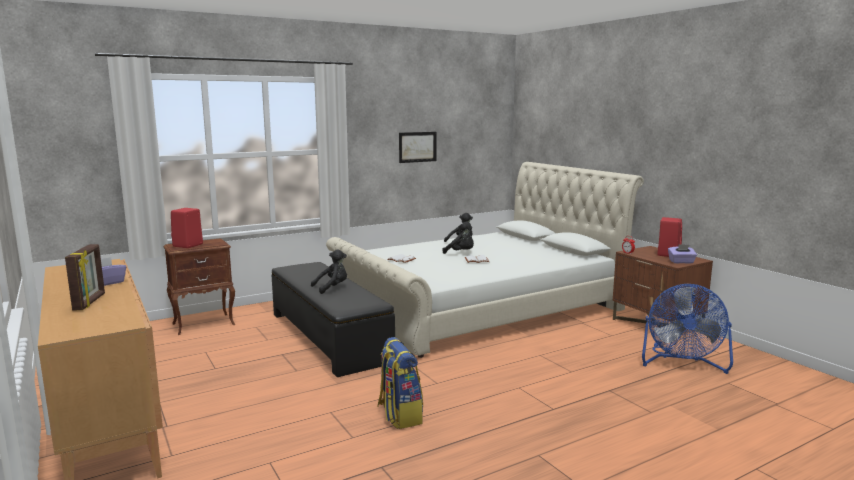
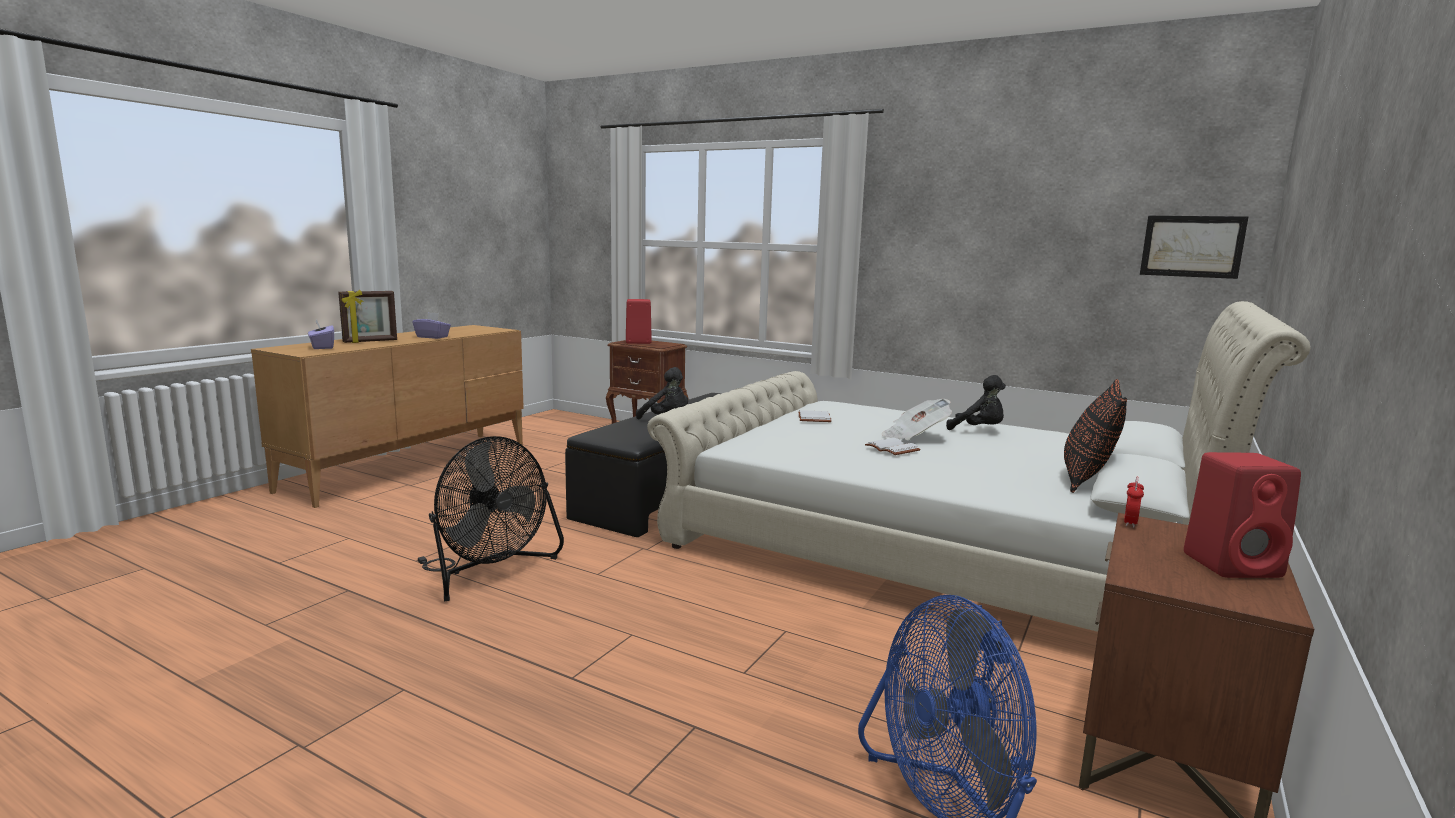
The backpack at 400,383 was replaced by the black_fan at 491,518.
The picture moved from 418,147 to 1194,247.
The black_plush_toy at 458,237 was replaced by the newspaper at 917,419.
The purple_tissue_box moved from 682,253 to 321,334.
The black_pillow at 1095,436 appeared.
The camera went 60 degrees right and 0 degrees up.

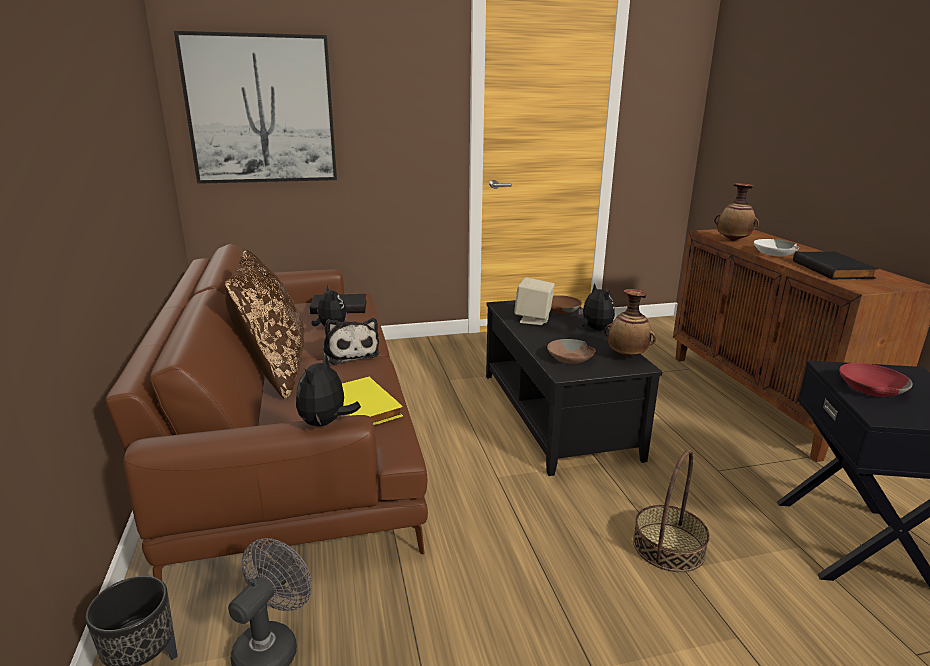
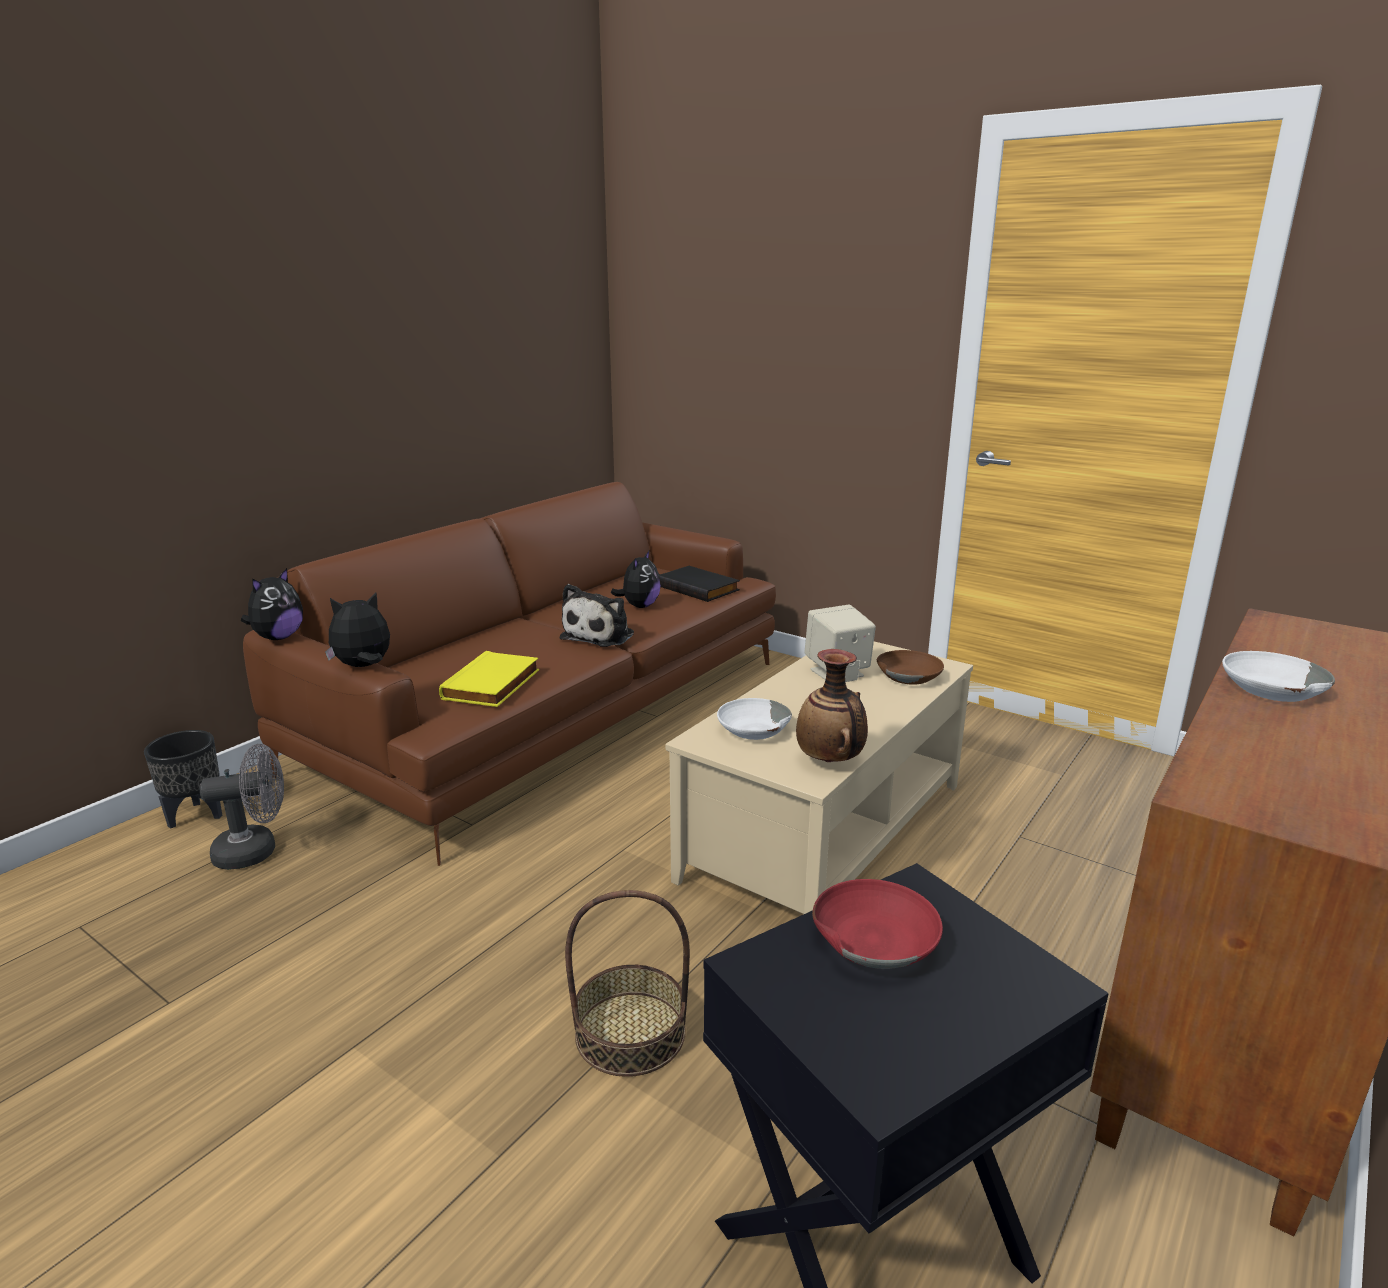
The picture at 255,107 disappeared.
The brown_pillow at 265,324 disappeared.
The black_coffee_table at 574,388 became the beige_coffee_table at 819,777.
The brown_bowl at 571,351 became the white_bowl at 754,719.
The plush_toy moved from 596,306 to 272,604.
The vase at 736,212 disappeared.
The black_book at 835,265 disappeared.
The camera went 50 degrees right and 0 degrees up.

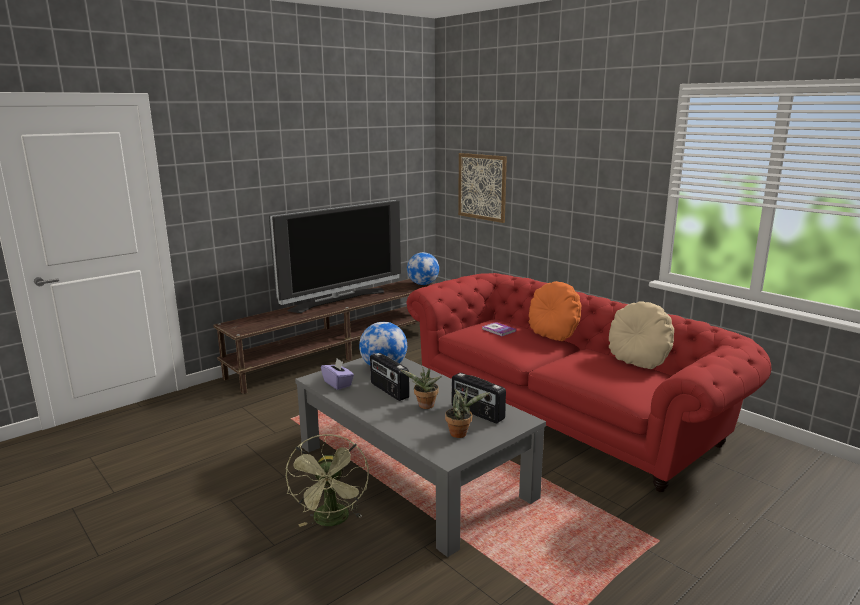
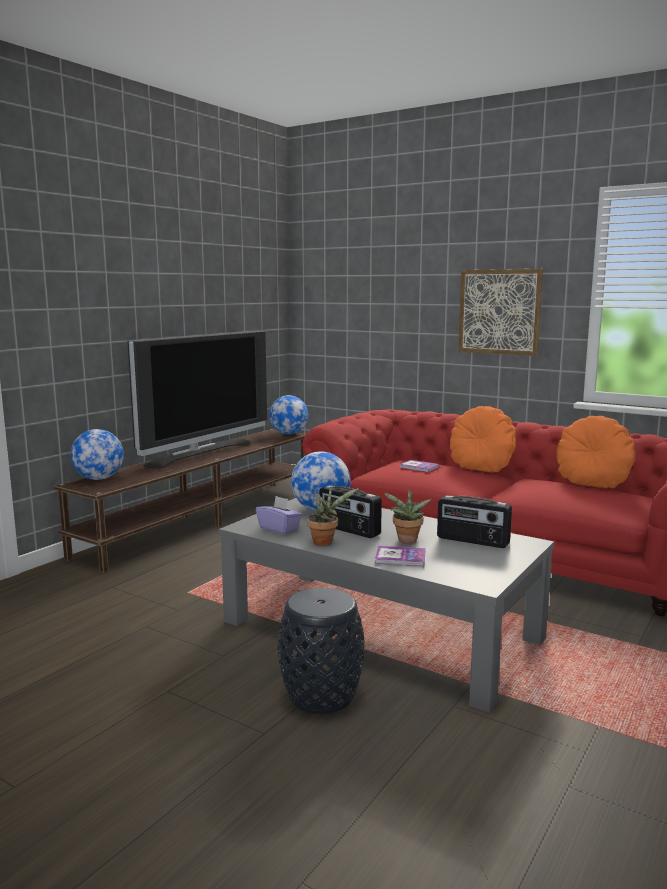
The green_fan at 327,480 was replaced by the black_stool at 321,651.
The potted_plant moved from 467,412 to 333,516.
The picture moved from 482,188 to 500,312.
The beige_pillow at 641,335 became the orange_pillow at 595,452.
The globe at 97,454 appeared.
The book at 400,556 appeared.
The camera went 15 degrees left and 5 degrees down.

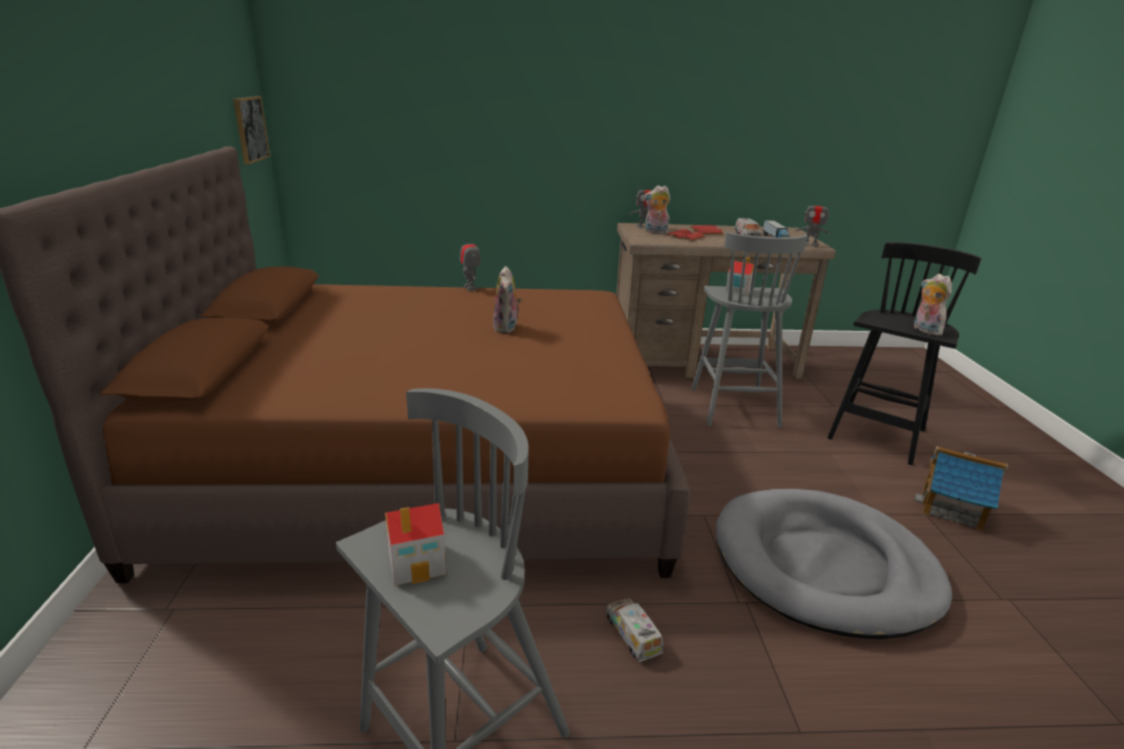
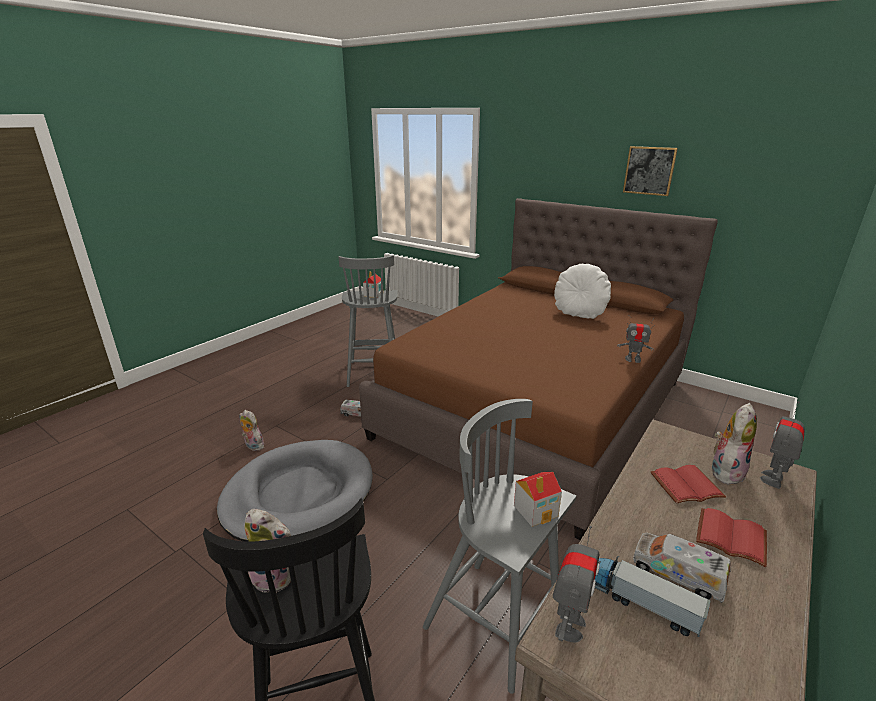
The picture moved from 251,130 to 650,171.
The plush_toy moved from 507,299 to 251,430.
The toy_robot at 814,221 turned 150 degrees clockwise.
The toy_house at 961,488 disappeared.
The white_pillow at 582,291 appeared.
The camera went 130 degrees right and 0 degrees up.

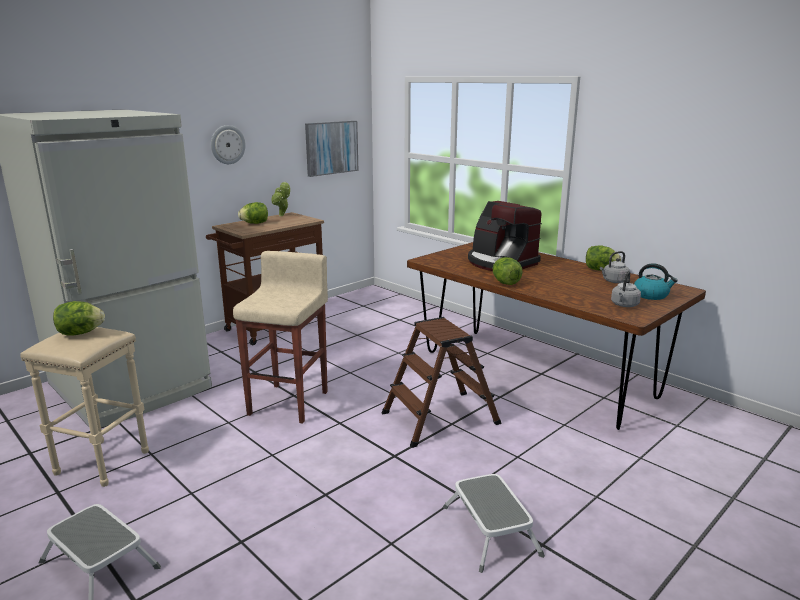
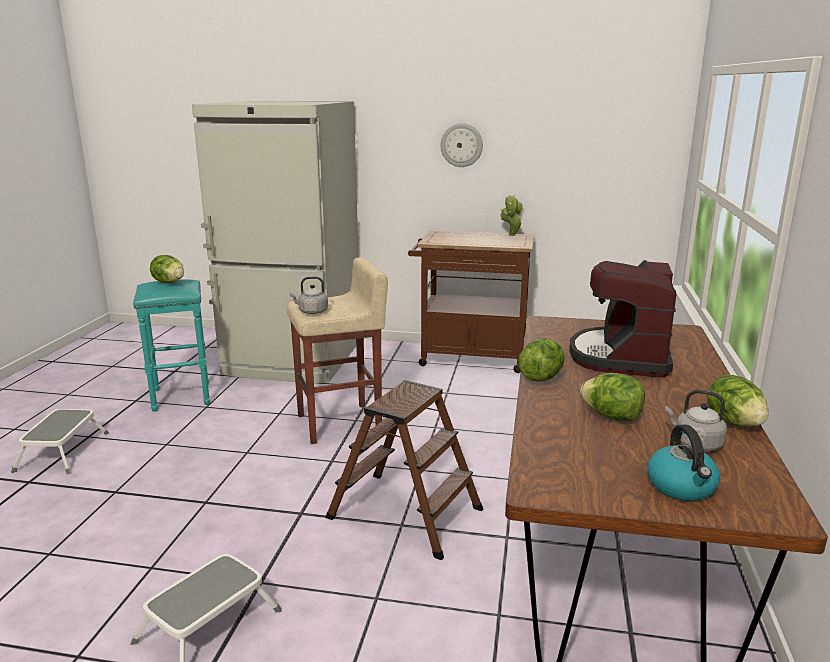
The beige_stool at 84,407 became the turquoise_stool at 171,345.
The lettuce moved from 253,213 to 612,397.
The picture at 331,149 disappeared.
The grey_kettle moved from 626,289 to 309,295.
The camera went 55 degrees right and 0 degrees up.

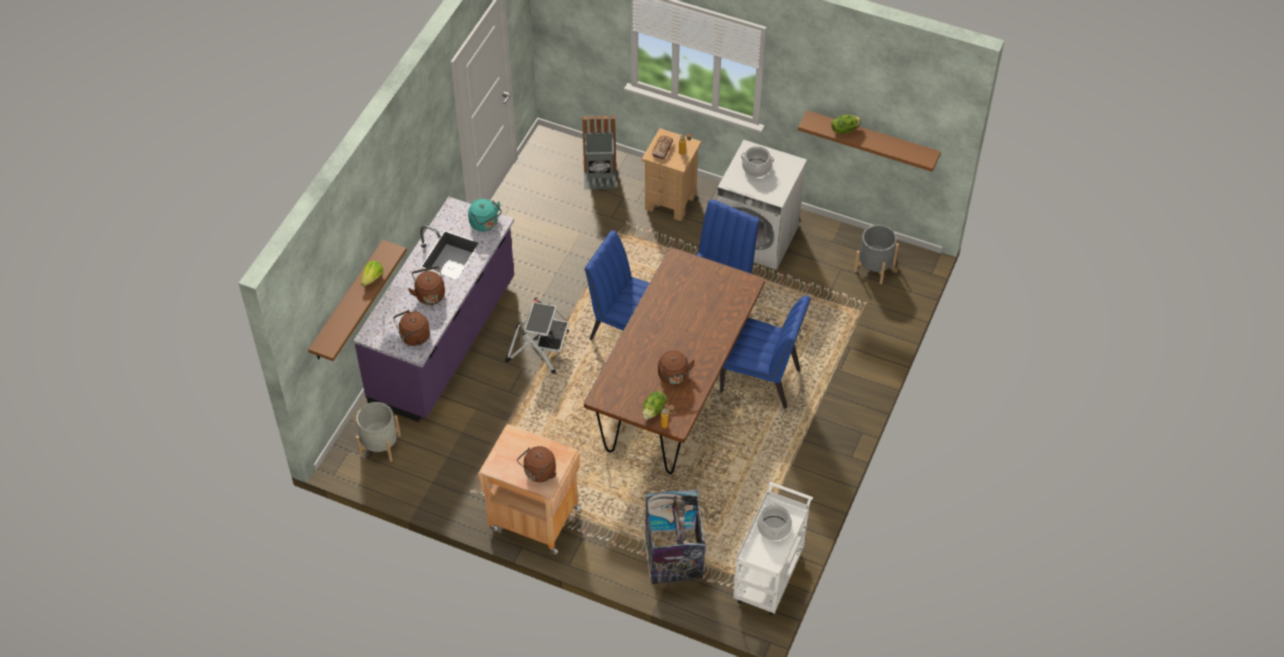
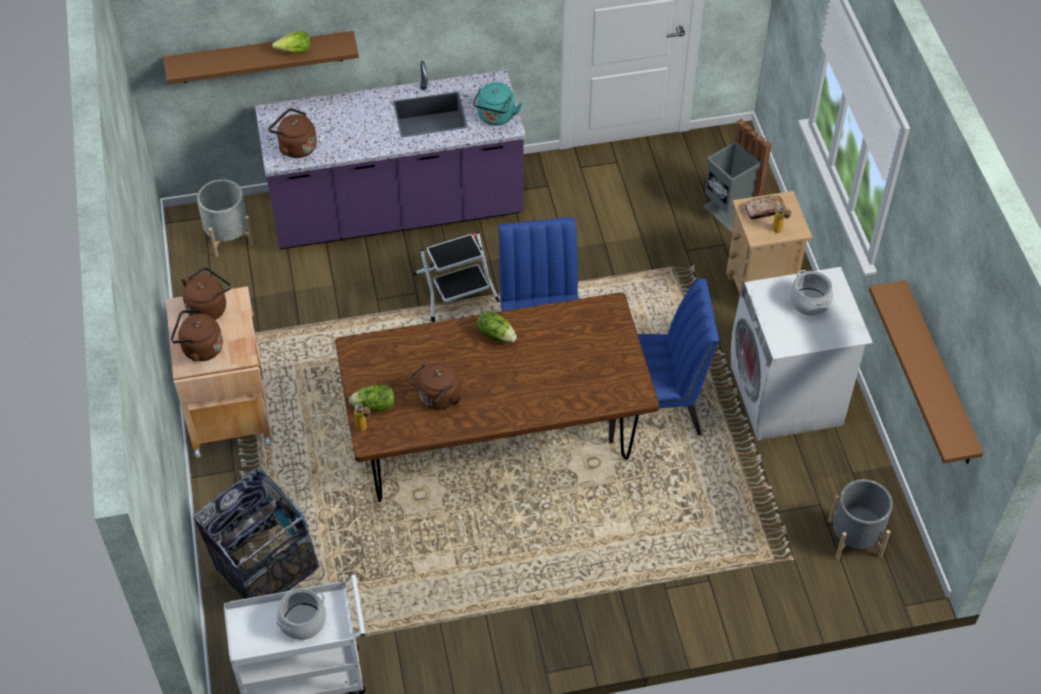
The brown_kettle moved from 426,285 to 206,294.
The blue_chair at 765,352 disappeared.
The lettuce moved from 847,124 to 497,327.
The camera went 55 degrees right and 0 degrees up.

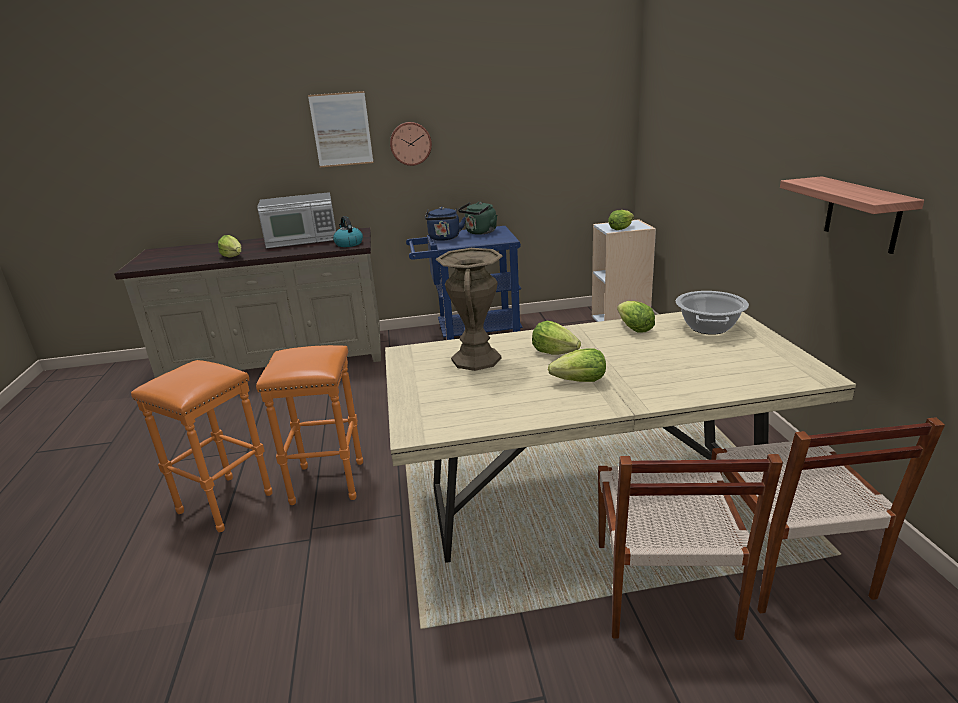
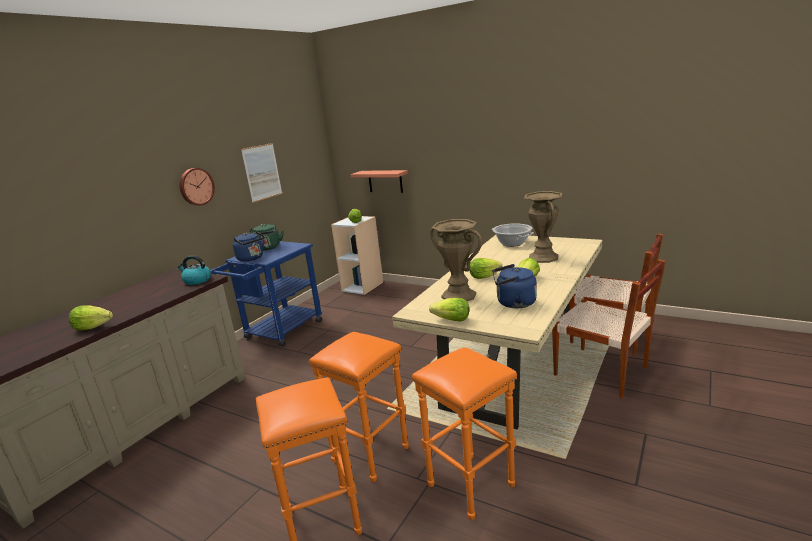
The microwave at 296,220 disappeared.
The picture moved from 341,129 to 261,173.
The lettuce moved from 636,317 to 449,310.
The shelf moved from 852,215 to 379,181.
The orange_stool at 464,433 appeared.
The blue_kettle at 514,286 appeared.
The brown_vase at 543,227 appeared.
The camera went 50 degrees left and 5 degrees down.

